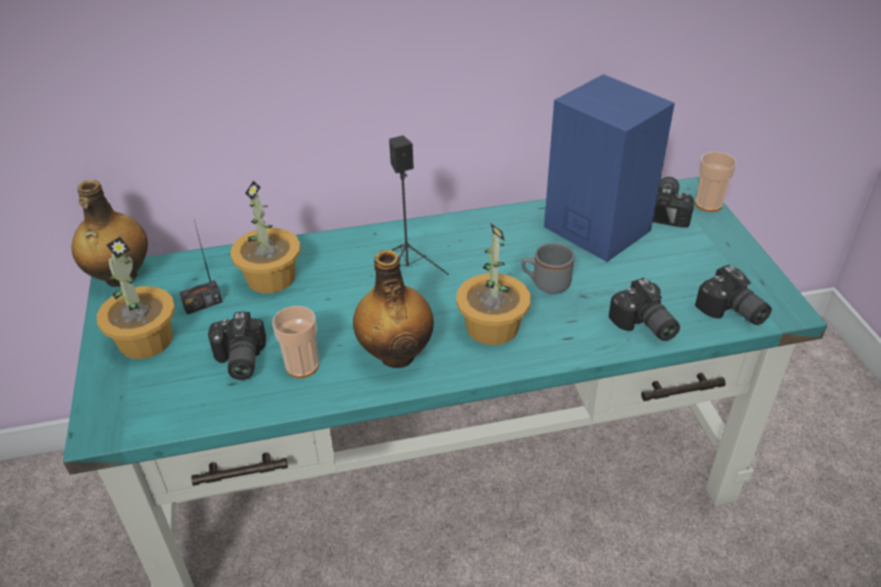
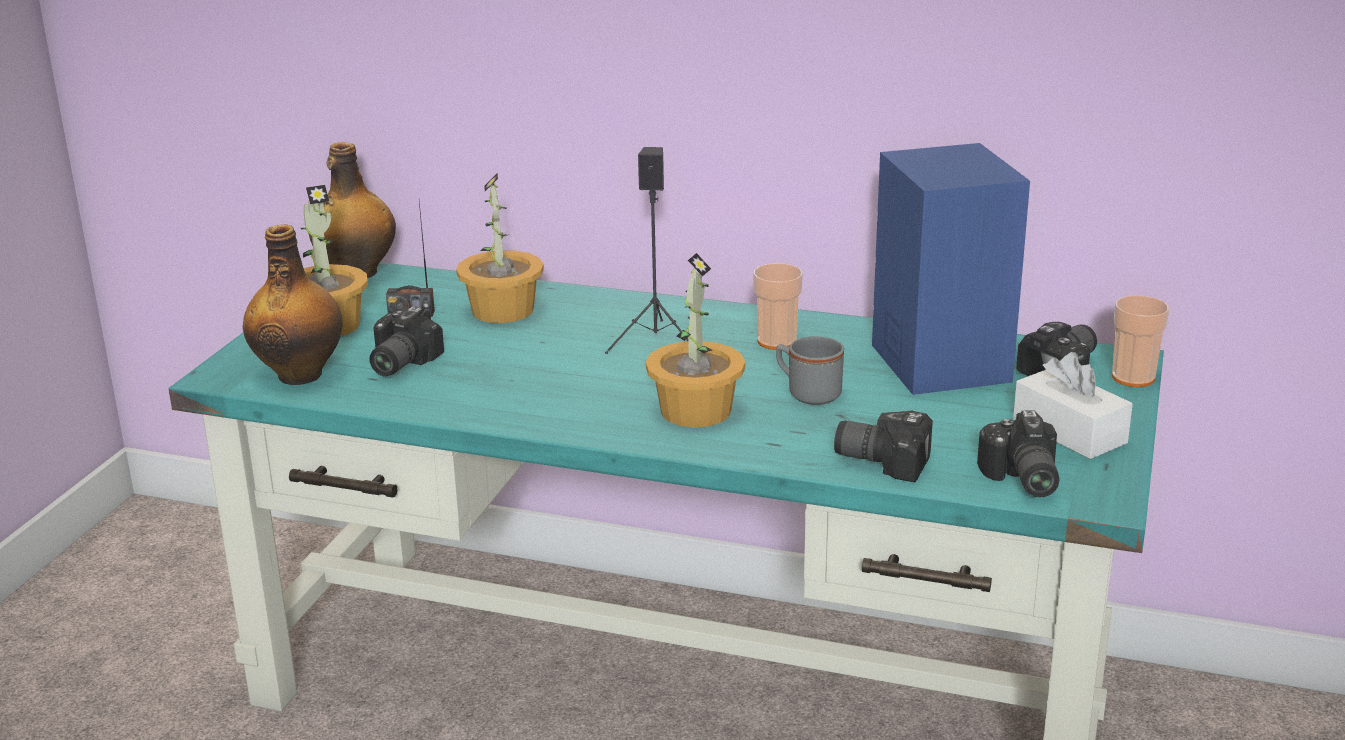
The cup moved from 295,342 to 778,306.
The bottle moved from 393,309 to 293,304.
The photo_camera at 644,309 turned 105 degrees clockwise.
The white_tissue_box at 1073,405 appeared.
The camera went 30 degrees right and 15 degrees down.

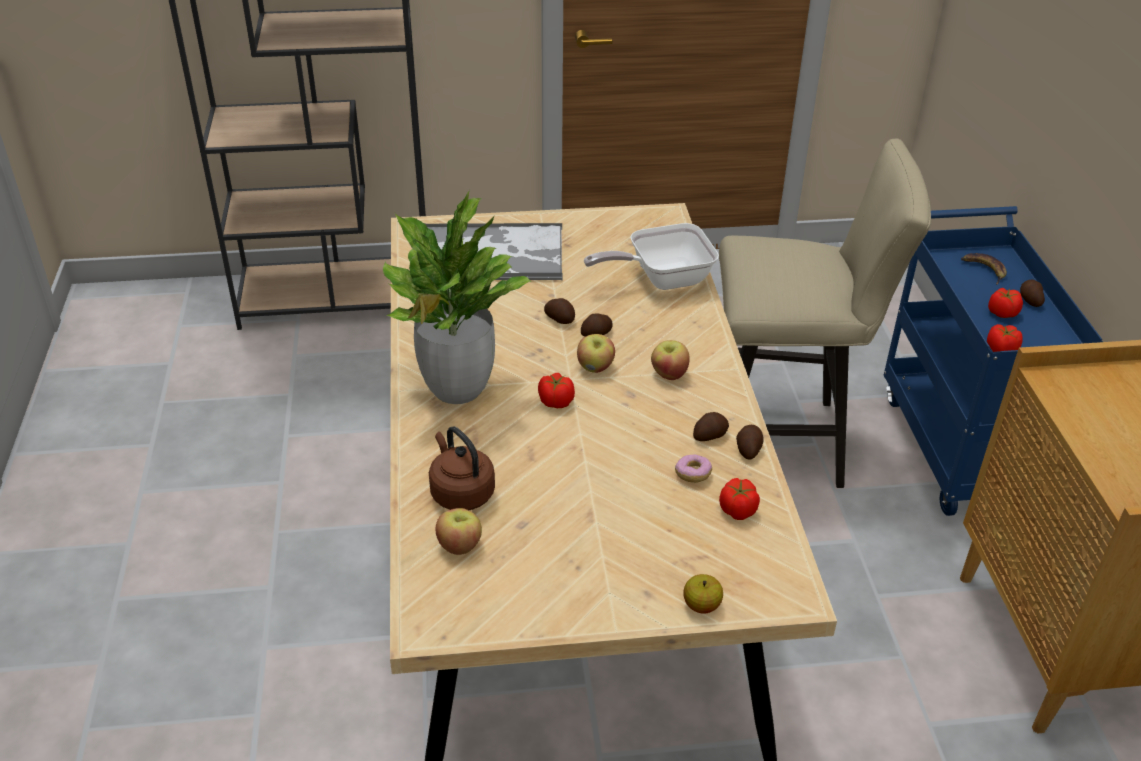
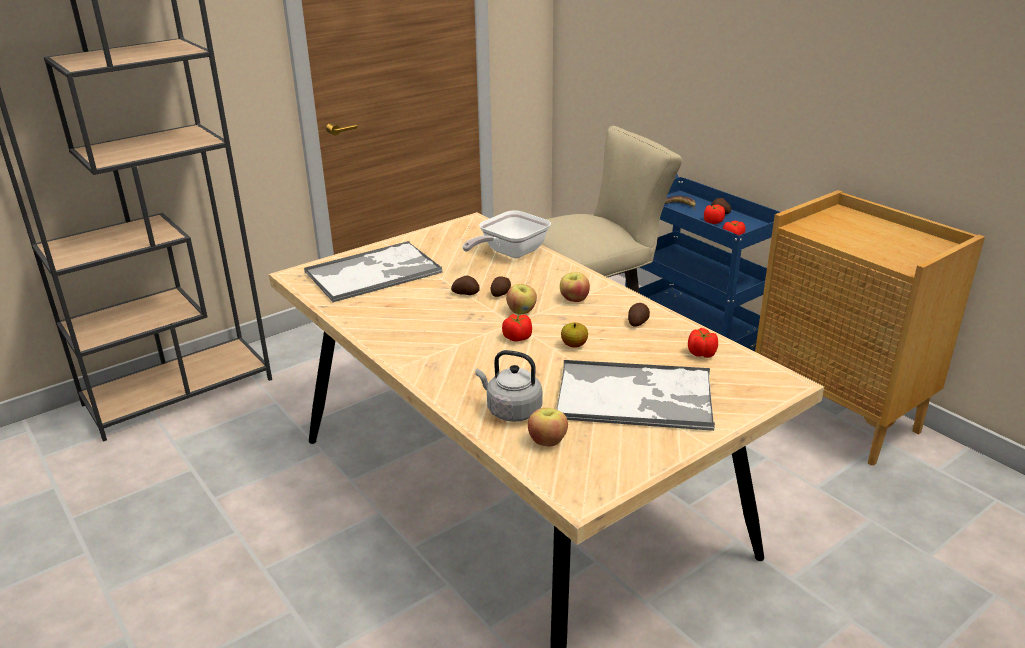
The potted_plant at 457,297 disappeared.
The brown_kettle at 462,468 became the grey_kettle at 508,386.
The donut at 693,469 disappeared.
The apple moved from 703,593 to 574,335.
The potato at 750,442 disappeared.
The tray at 635,395 appeared.
The camera went 30 degrees left and 10 degrees down.

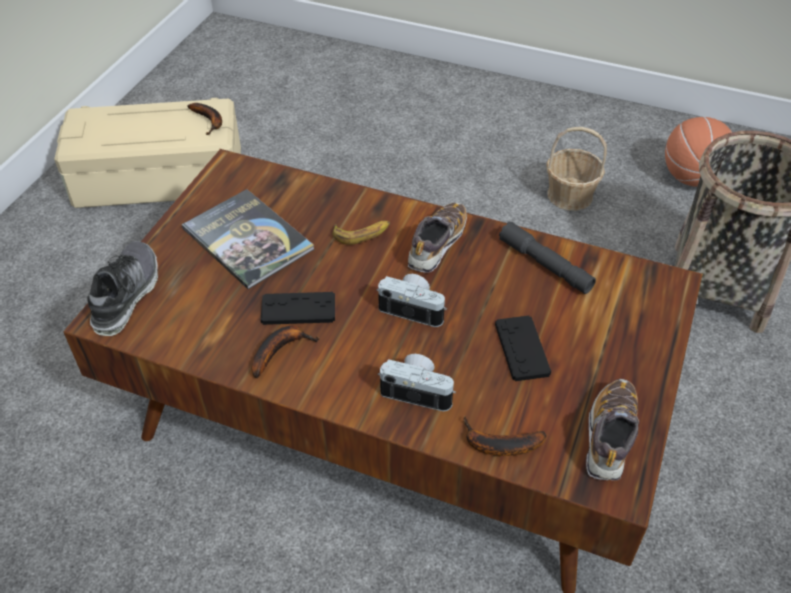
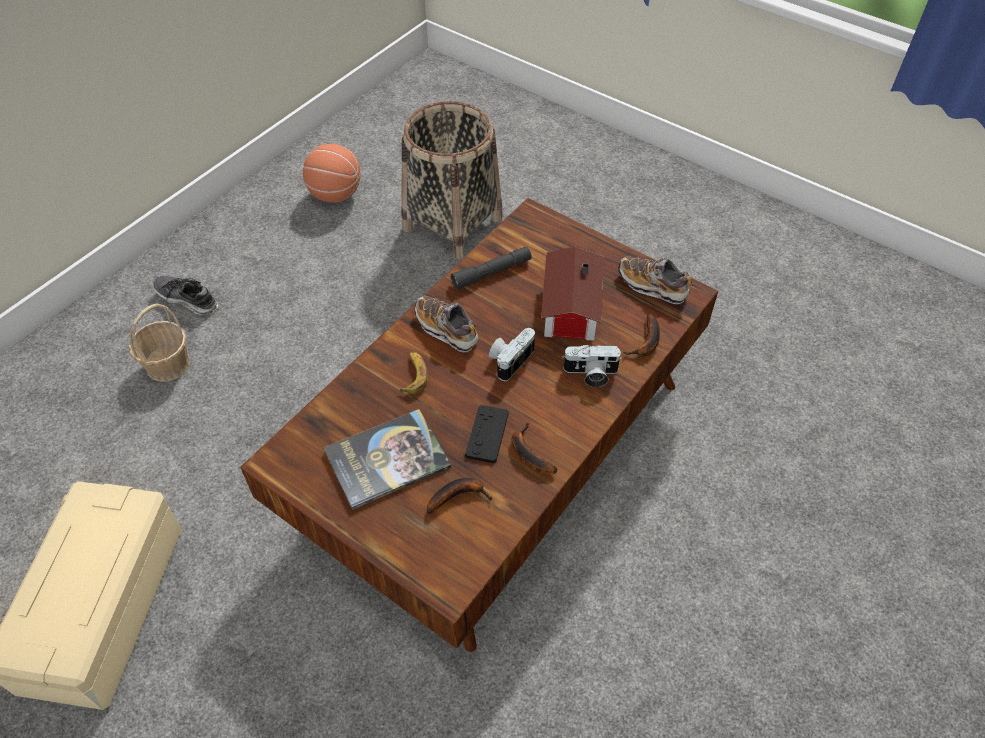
The shoe moved from 122,288 to 186,295.
The banana moved from 204,119 to 459,495.
The photo_camera at 417,382 turned 120 degrees counterclockwise.
The black_game_controller at 523,348 was replaced by the toy_house at 572,293.
The basket moved from 576,169 to 159,342.
The camera went 75 degrees left and 5 degrees up.

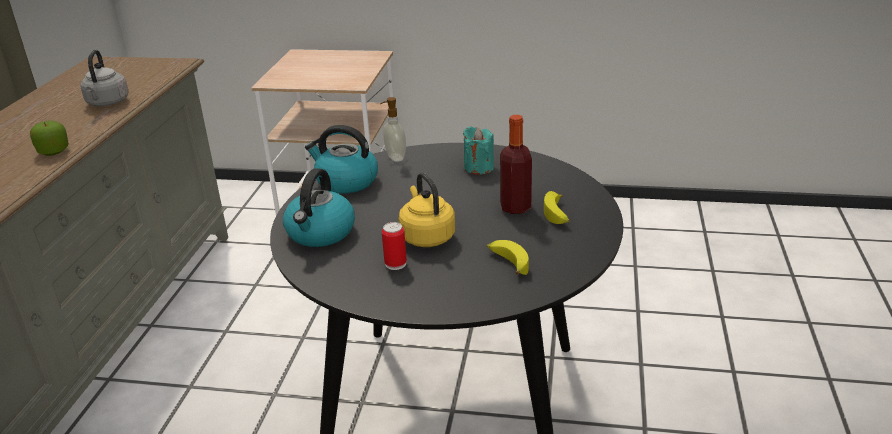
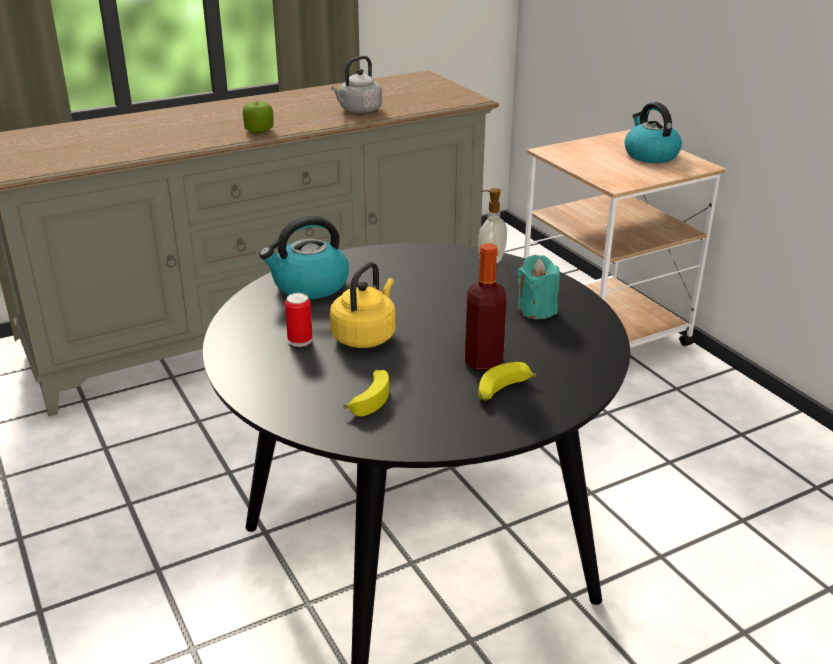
The kettle moved from 341,159 to 653,132.
The camera went 50 degrees right and 0 degrees up.

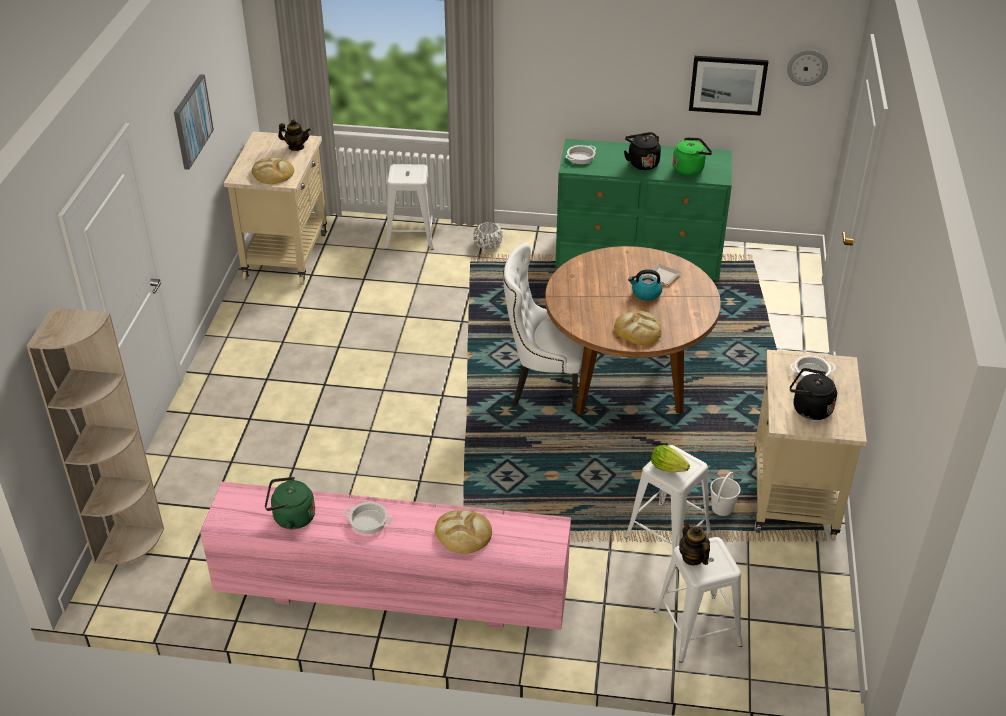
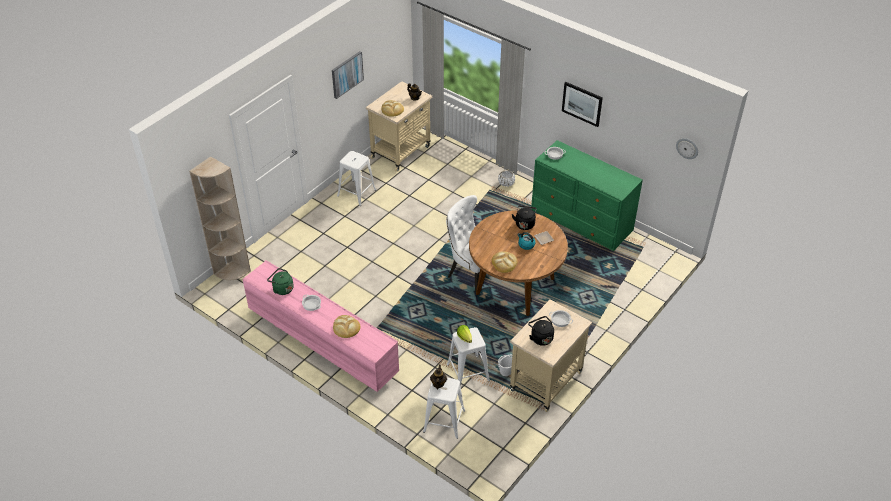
The white_stool moved from 410,207 to 356,178.
The black_kettle moved from 642,151 to 524,217.
The green_kettle at 692,156 disappeared.
The picture moved from 728,86 to 582,104.
The camera went 30 degrees right and 5 degrees up.

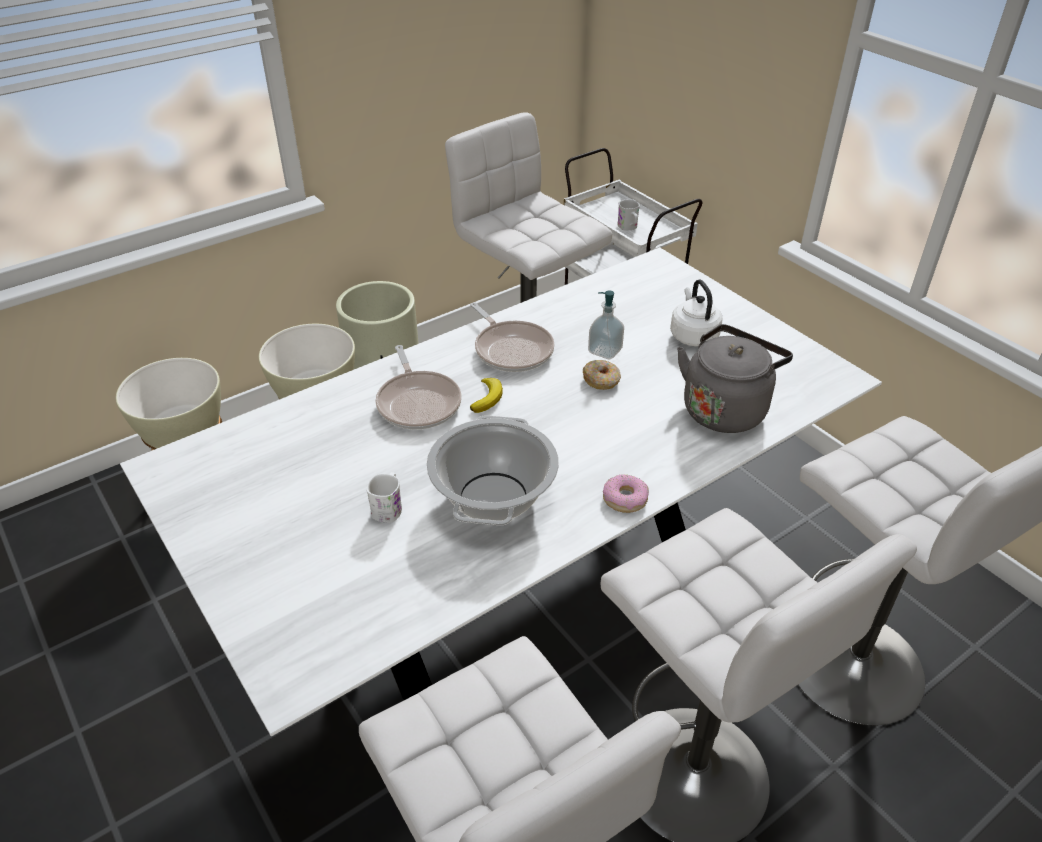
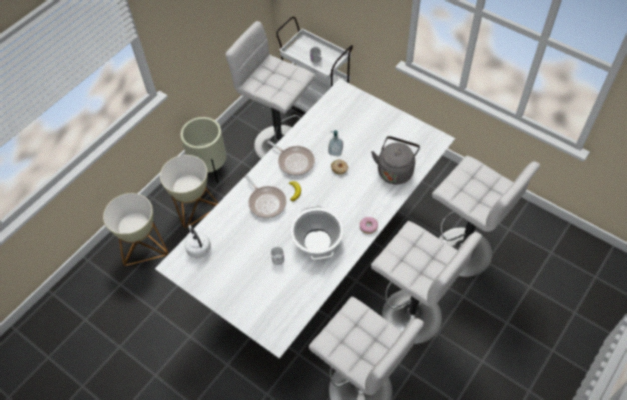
The white_kettle moved from 696,312 to 197,241.
The camera went 15 degrees left and 15 degrees up.

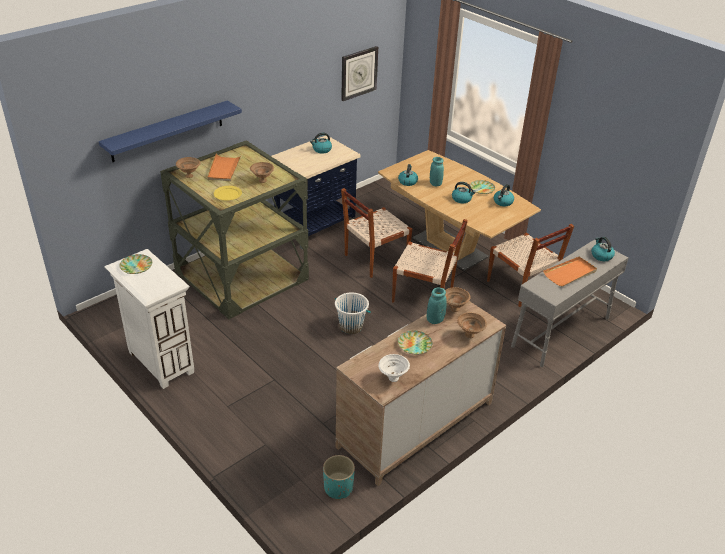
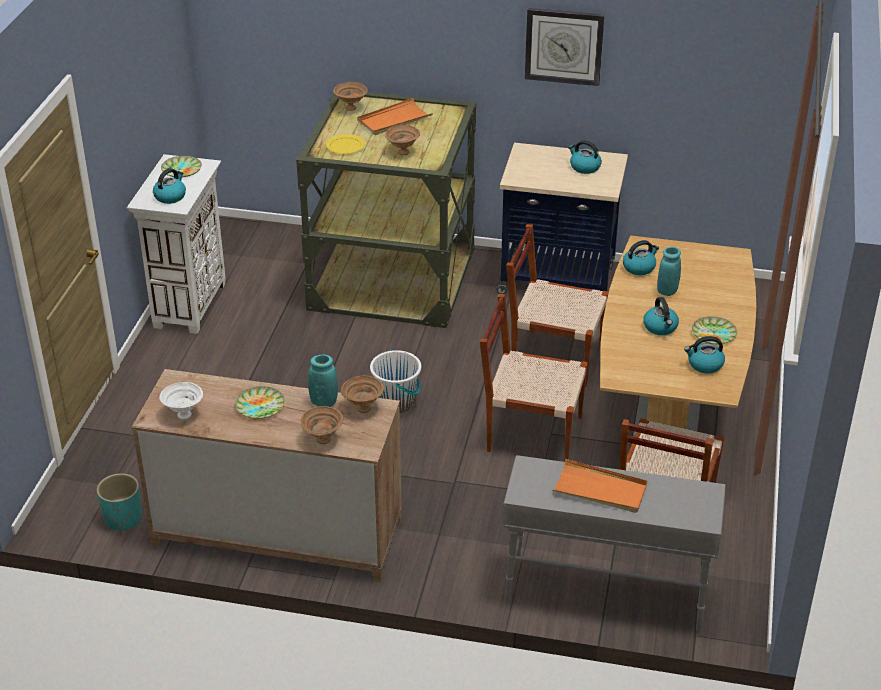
The blue_shelf at 170,131 disappeared.
The wall_clock moved from 359,73 to 564,47.
The chair at 430,261 turned 120 degrees clockwise.
The kettle moved from 603,249 to 169,186.
The camera went 55 degrees right and 0 degrees up.

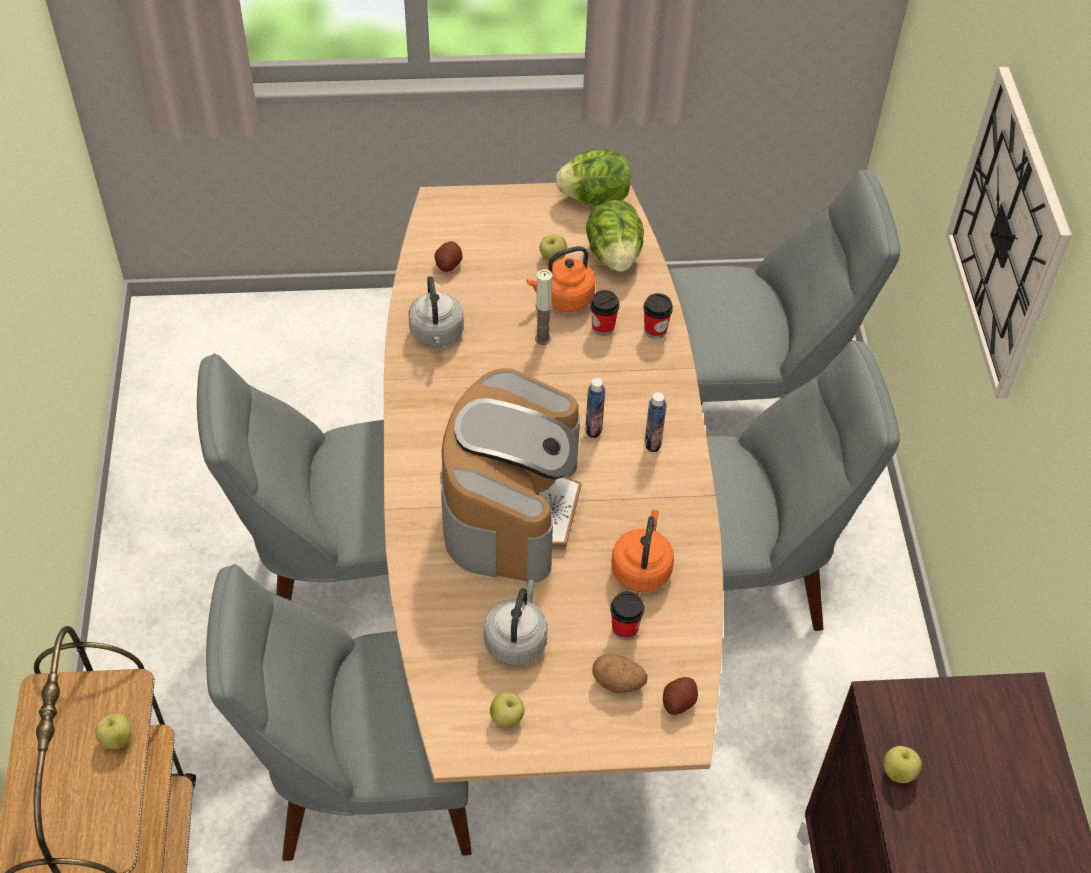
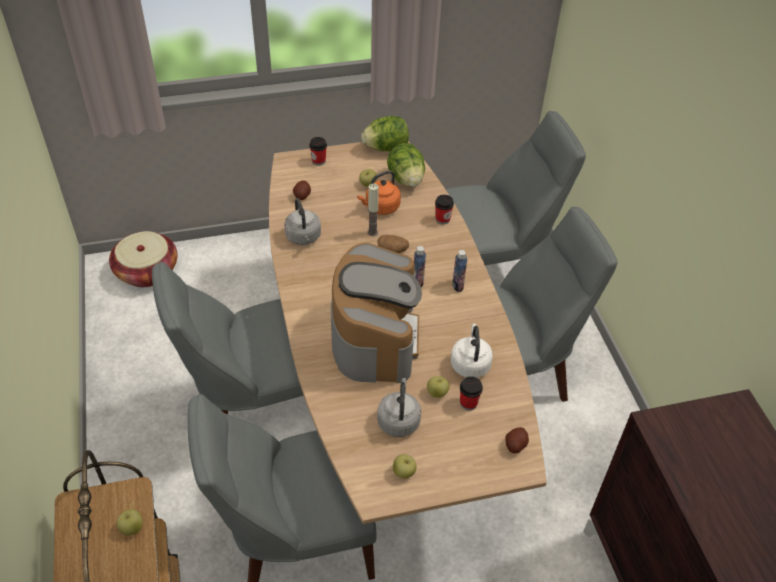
The cup moved from 605,313 to 318,151.
The potato moved from 620,673 to 393,244.
The orange_kettle at 643,551 became the white_kettle at 472,350.
The apple moved from 903,764 to 438,387.
The wall_clock at 1009,233 disappeared.
The basket at 143,259 appeared.
The camera went 10 degrees left and 5 degrees down.

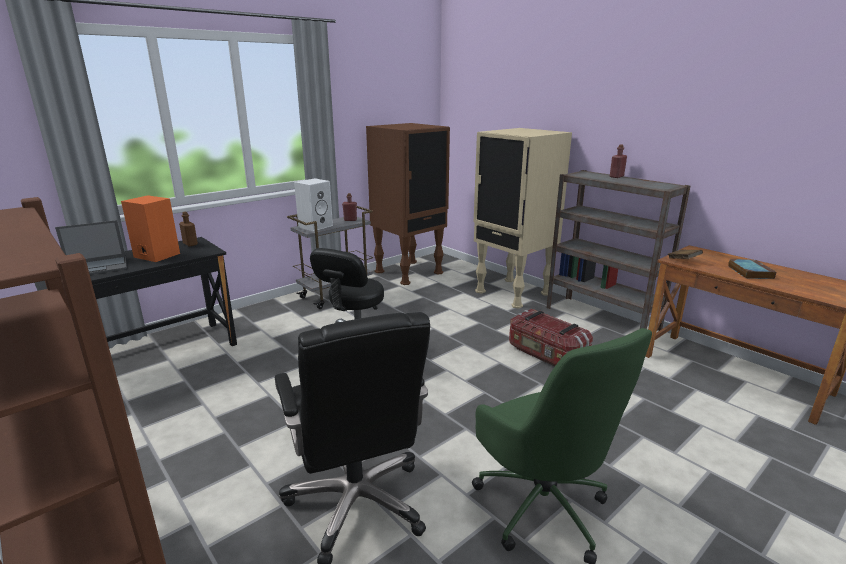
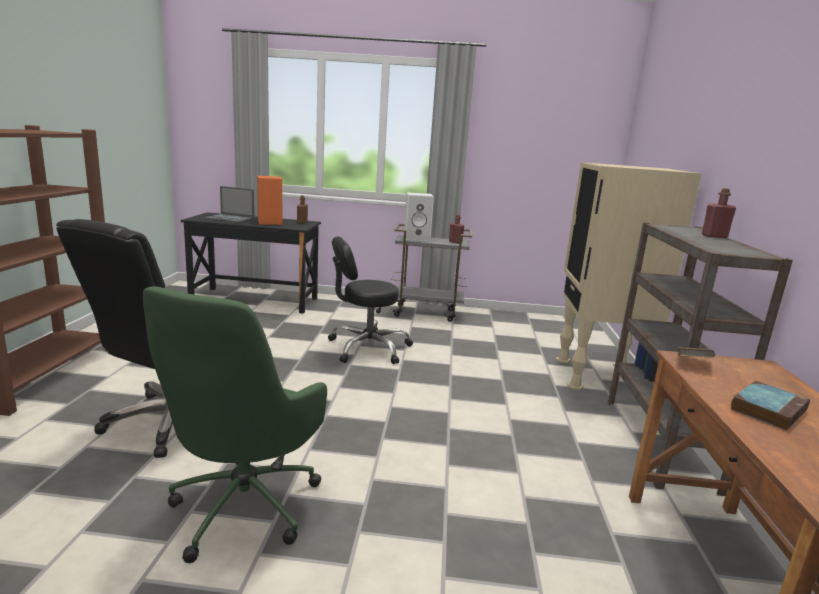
The brown_cabinet at 408,204 disappeared.
The storage_box at 551,337 disappeared.
The camera went 45 degrees right and 5 degrees down.

